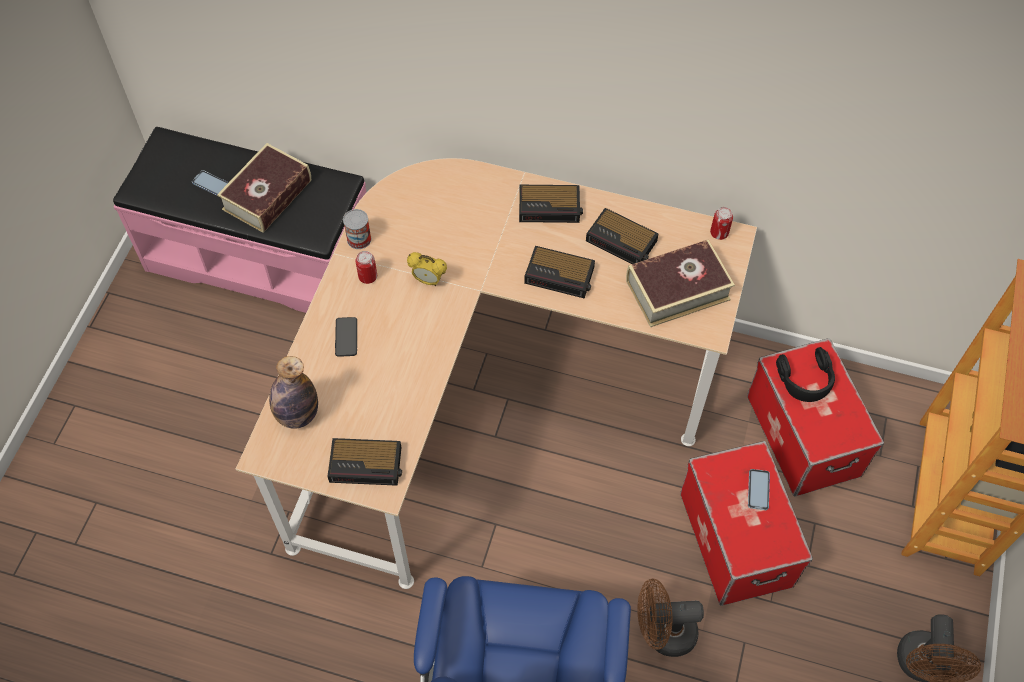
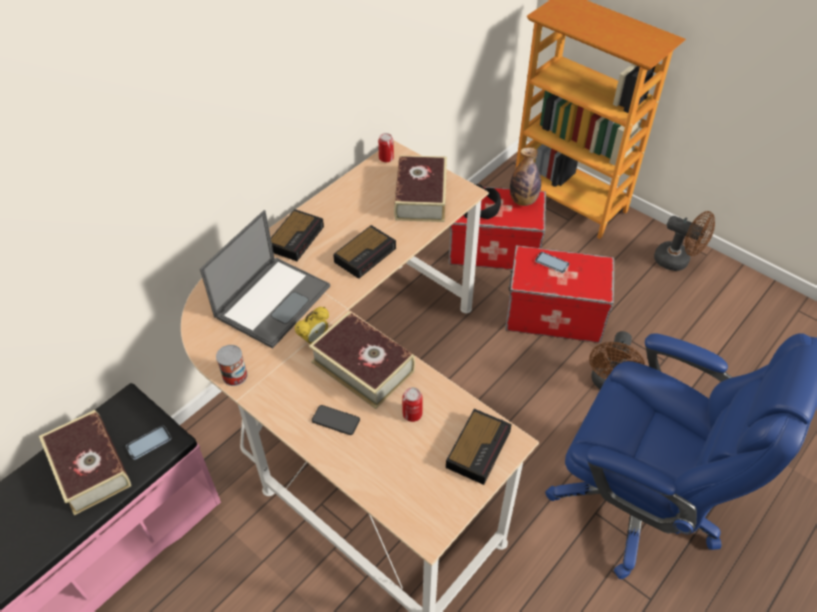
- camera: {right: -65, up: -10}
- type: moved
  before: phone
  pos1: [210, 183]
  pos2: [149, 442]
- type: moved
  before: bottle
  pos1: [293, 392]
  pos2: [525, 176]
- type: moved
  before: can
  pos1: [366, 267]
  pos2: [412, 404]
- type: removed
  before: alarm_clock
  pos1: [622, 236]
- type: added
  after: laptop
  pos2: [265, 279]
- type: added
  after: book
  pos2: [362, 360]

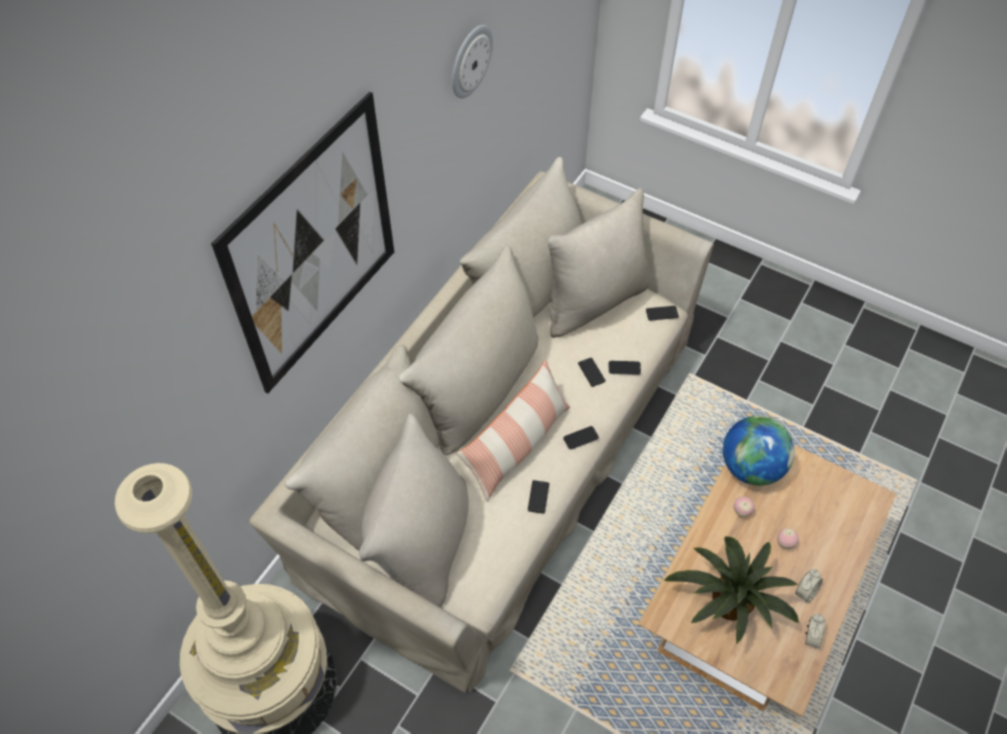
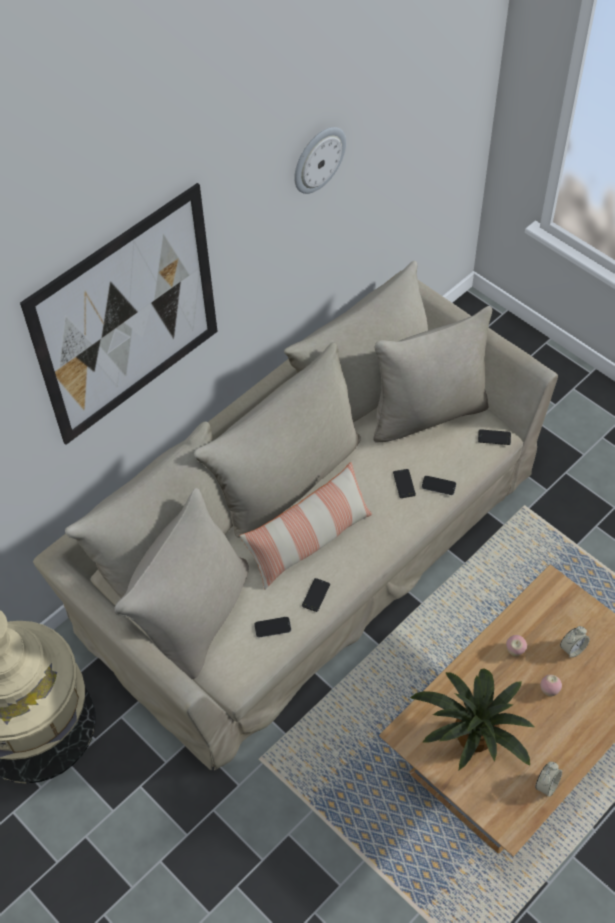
- camera: {right: 15, up: 0}
- type: moved
  before: phone
  pos1: [581, 438]
  pos2: [272, 627]
- type: removed
  before: globe
  pos1: [759, 451]
- type: moved
  before: alarm_clock
  pos1: [809, 586]
  pos2: [575, 642]

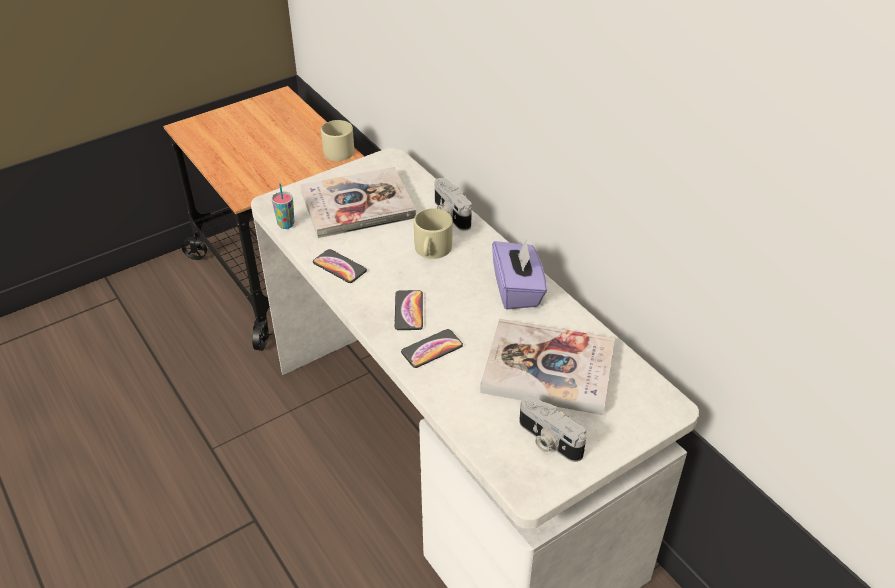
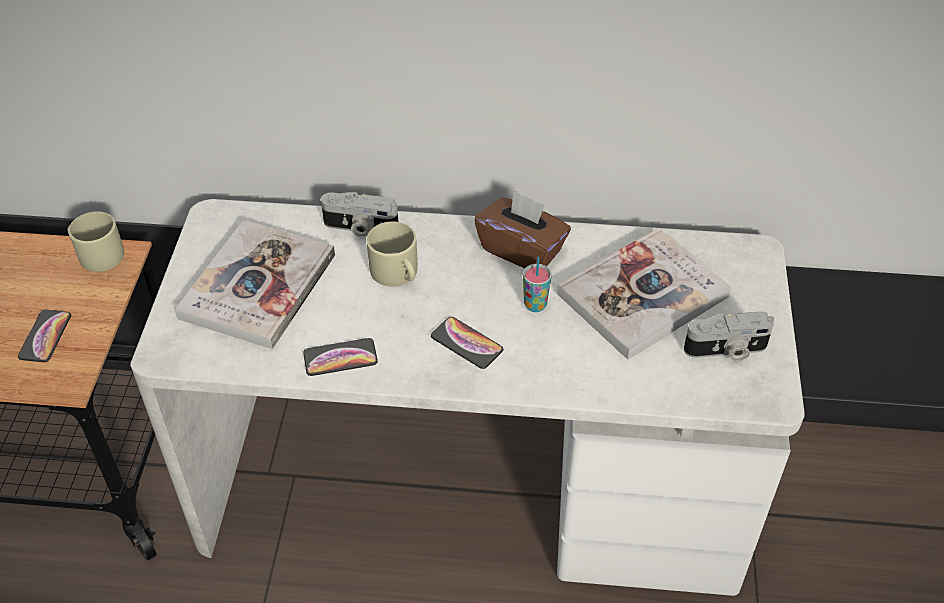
- camera: {right: -50, up: 5}
- type: moved
  before: cup
  pos1: [283, 206]
  pos2: [537, 284]
- type: moved
  before: phone
  pos1: [432, 348]
  pos2: [44, 336]
- type: recoloured
  before: purple_tissue_box
  after: brown_tissue_box
  pos1: [519, 274]
  pos2: [522, 229]

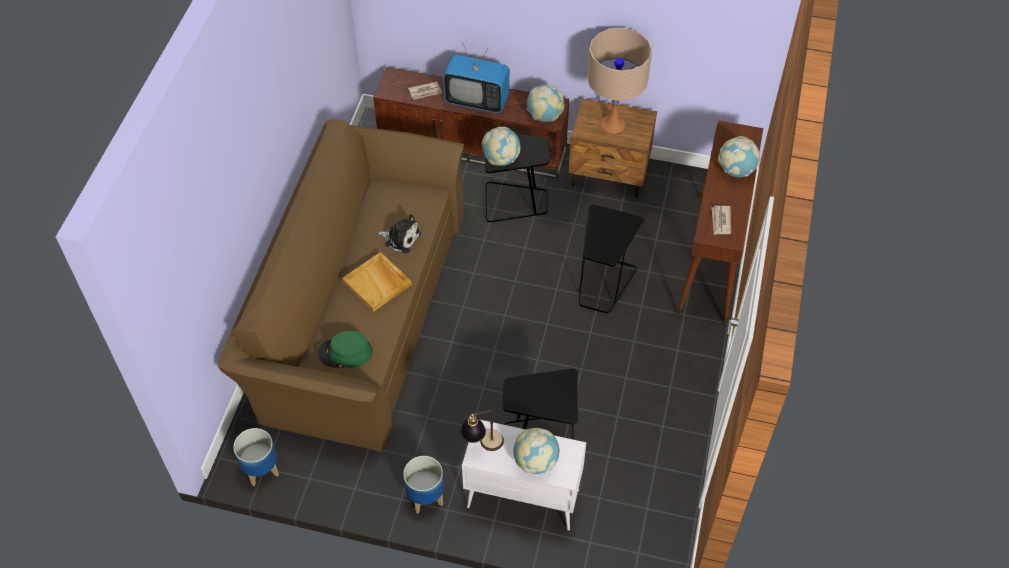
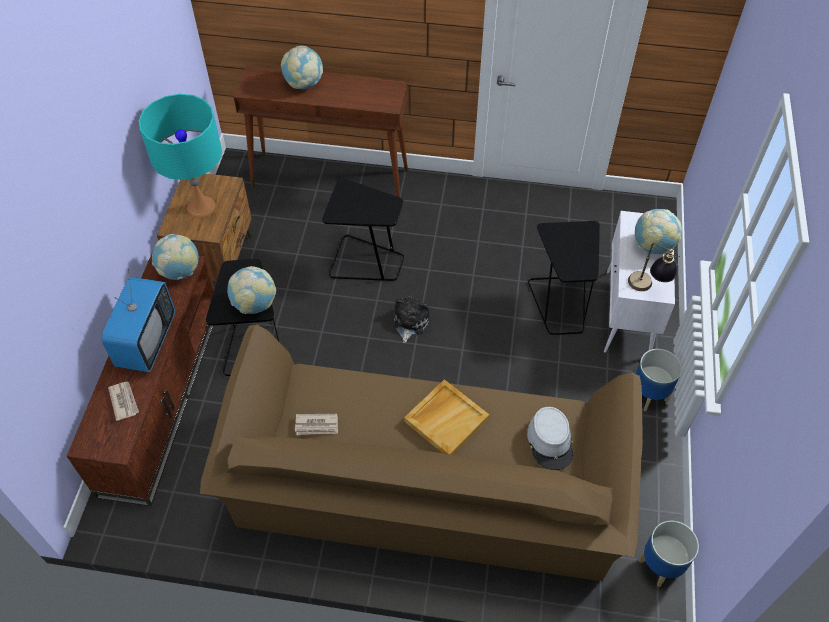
- camera: {right: -95, up: 0}
- type: recoloured
  before: green_hat
  after: grey_hat
  pos1: [345, 349]
  pos2: [550, 438]
- type: moved
  before: plush_toy
  pos1: [399, 233]
  pos2: [411, 320]
- type: recoloured
  before: beige_table_lamp
  after: turquoise_table_lamp
  pos1: [619, 80]
  pos2: [180, 155]
- type: moved
  before: newspaper
  pos1: [721, 220]
  pos2: [316, 424]

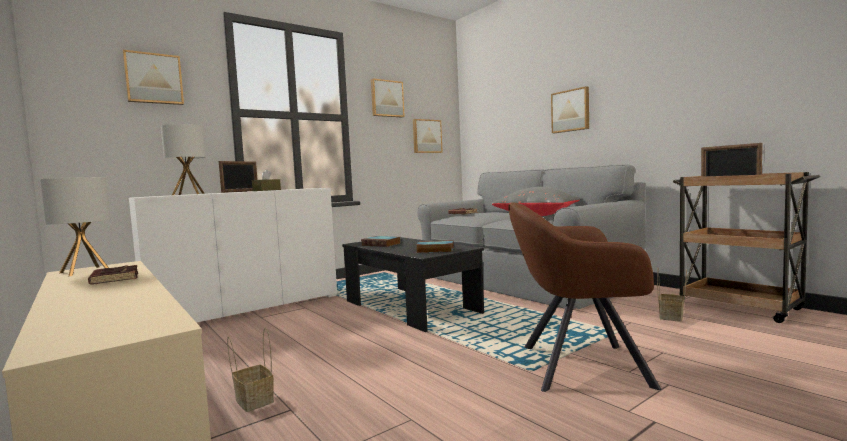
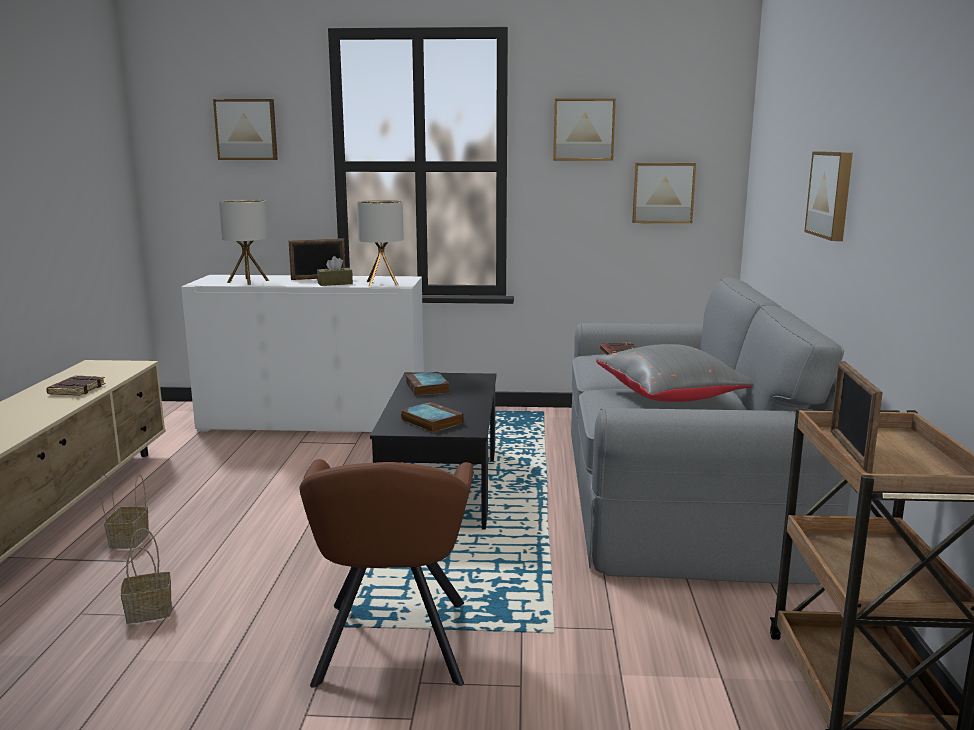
- camera: {right: 40, up: 10}
- type: moved
  before: table_lamp
  pos1: [75, 226]
  pos2: [380, 243]
- type: turned
  before: brown_armchair
  pos1: [584, 297]
  pos2: [386, 573]
  turn: -135
- type: moved
  before: basket
  pos1: [672, 295]
  pos2: [146, 576]

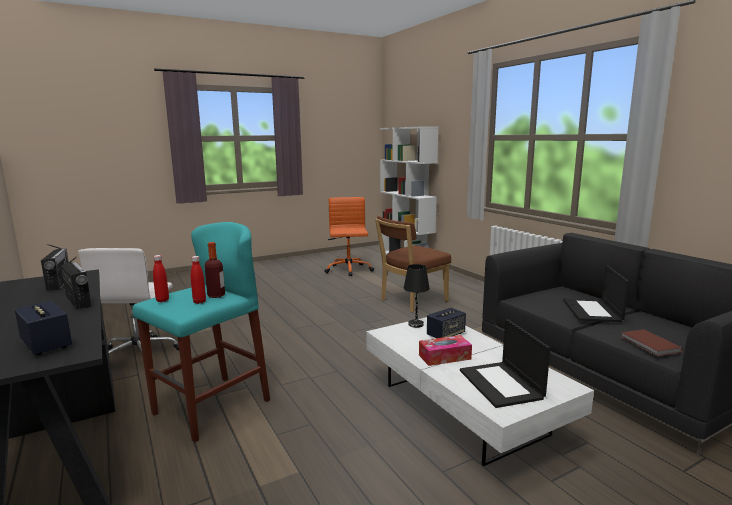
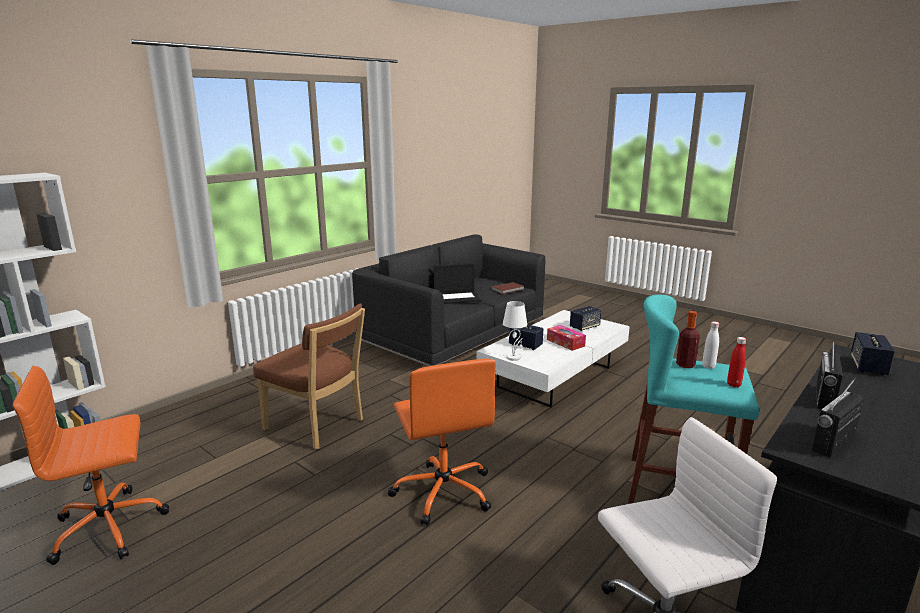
- camera: {right: -110, up: 5}
- type: recoloured
  before: red_bottle
  after: white_bottle
  pos1: [198, 280]
  pos2: [710, 345]
- type: recoloured
  before: black_table_lamp
  after: white_table_lamp
  pos1: [417, 296]
  pos2: [515, 331]
- type: replaced
  before: laptop
  after: speaker
  pos1: [505, 363]
  pos2: [585, 318]
- type: added
  after: orange_office_chair
  pos2: [442, 442]

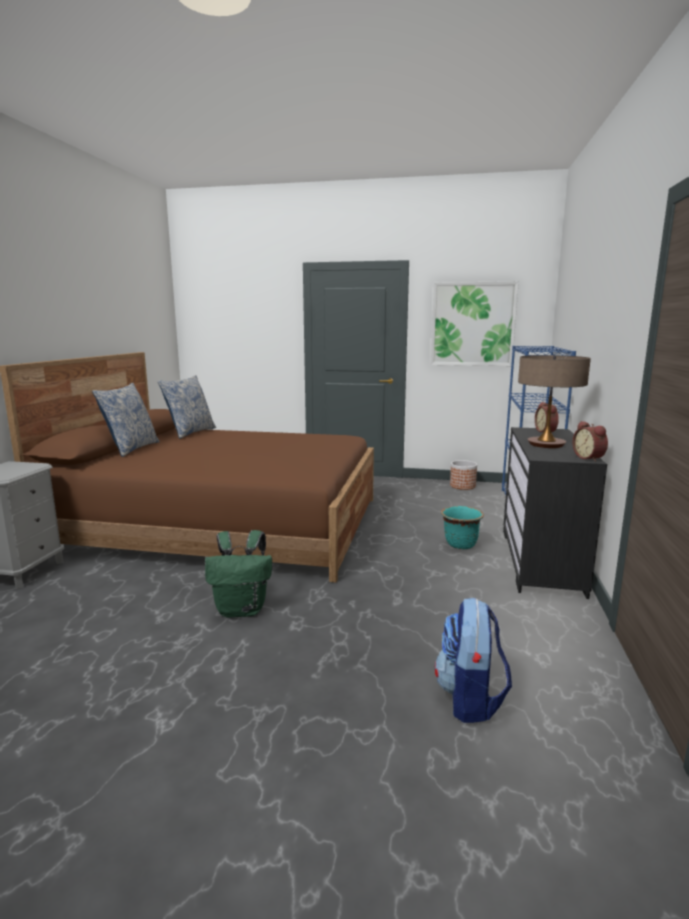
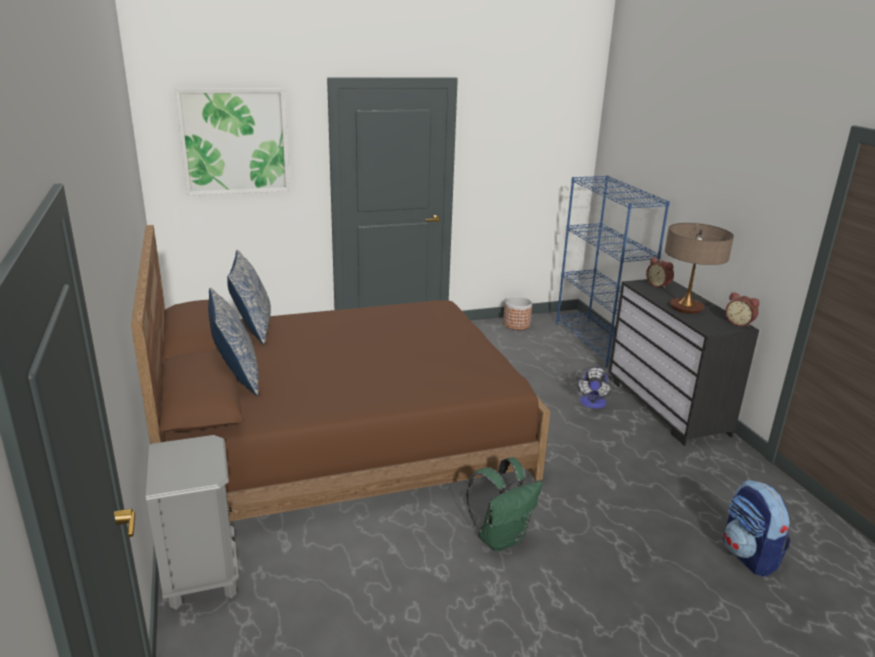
- camera: {right: -30, up: 10}
- type: moved
  before: picture
  pos1: [475, 323]
  pos2: [232, 142]
- type: replaced
  before: turquoise_planter
  after: fan
  pos1: [462, 527]
  pos2: [595, 387]

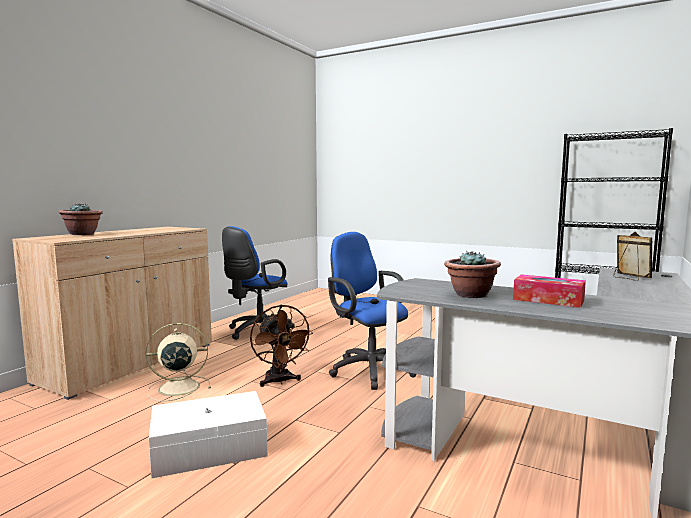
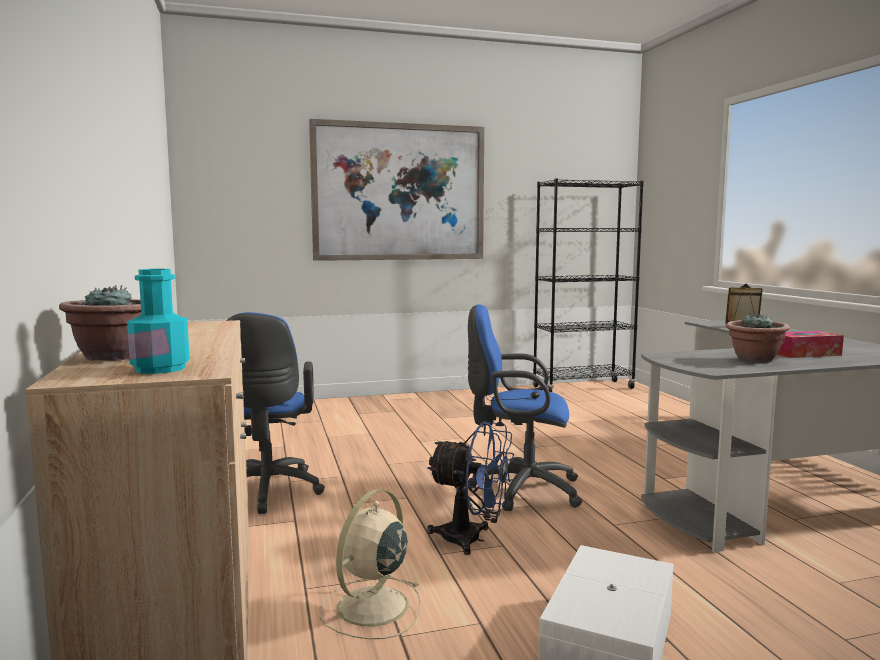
- camera: {right: -45, up: 0}
- type: recoloured
  before: brown_fan
  after: blue_fan
  pos1: [281, 346]
  pos2: [470, 488]
- type: added
  after: turquoise_bottle
  pos2: [158, 321]
- type: added
  after: picture
  pos2: [396, 190]

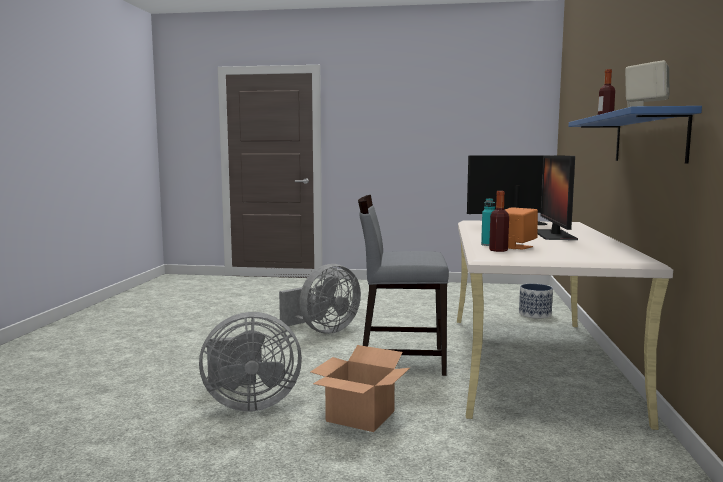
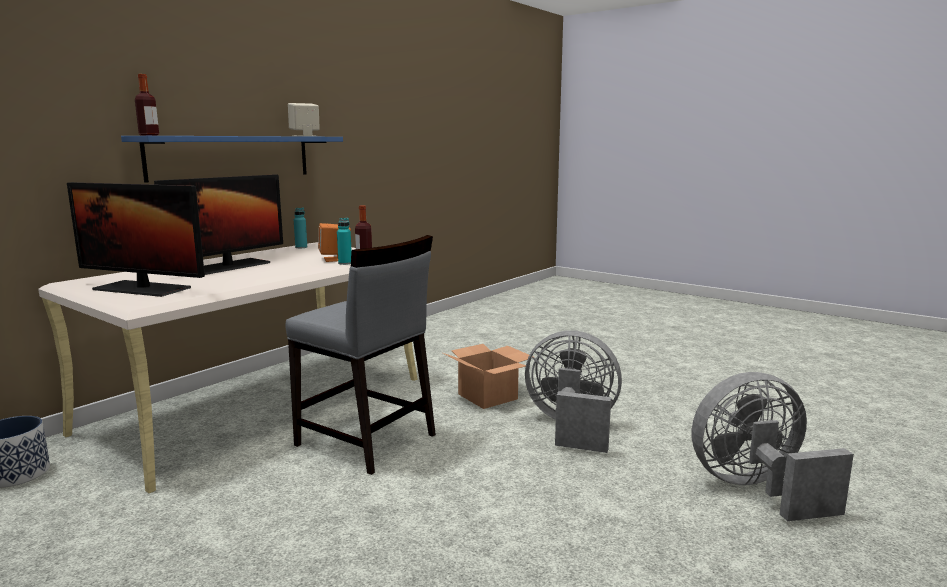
- camera: {right: -150, up: 5}
- type: moved
  before: grey_fan
  pos1: [320, 299]
  pos2: [773, 446]
- type: added
  after: turquoise_bottle
  pos2: [300, 228]

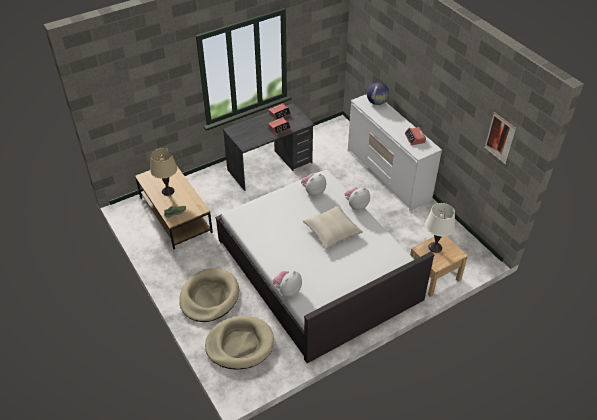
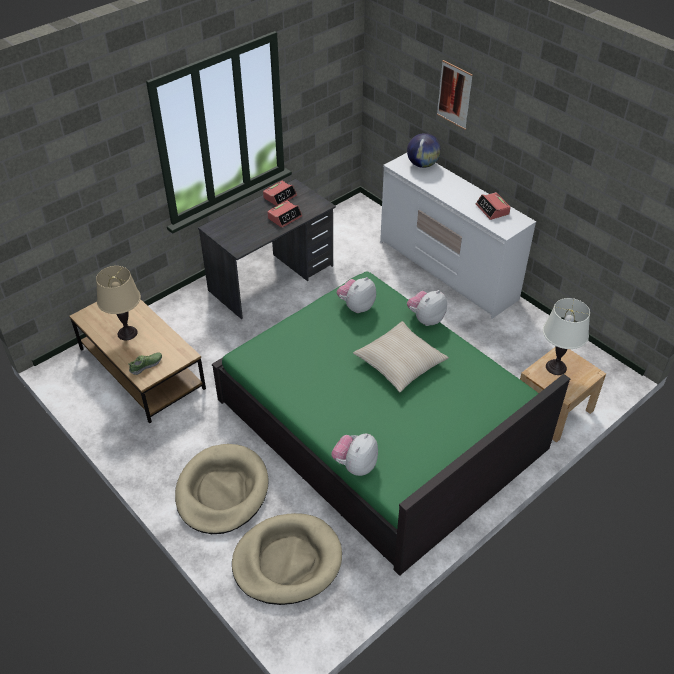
- camera: {right: -10, up: 0}
- type: recoloured
  before: white_bed
  after: green_bed
  pos1: [325, 266]
  pos2: [391, 423]
- type: moved
  before: picture
  pos1: [500, 138]
  pos2: [455, 95]

